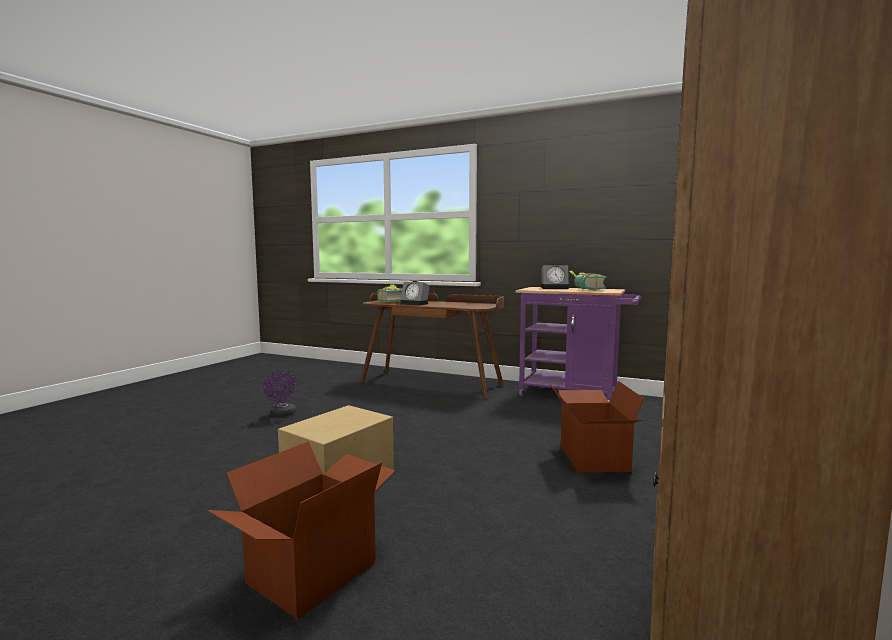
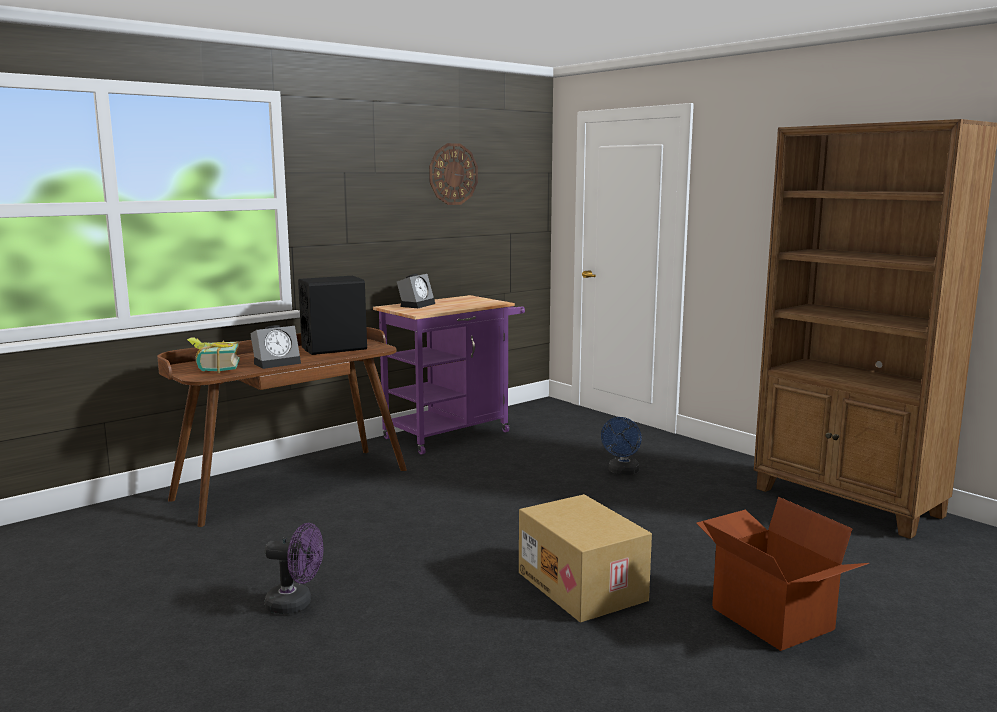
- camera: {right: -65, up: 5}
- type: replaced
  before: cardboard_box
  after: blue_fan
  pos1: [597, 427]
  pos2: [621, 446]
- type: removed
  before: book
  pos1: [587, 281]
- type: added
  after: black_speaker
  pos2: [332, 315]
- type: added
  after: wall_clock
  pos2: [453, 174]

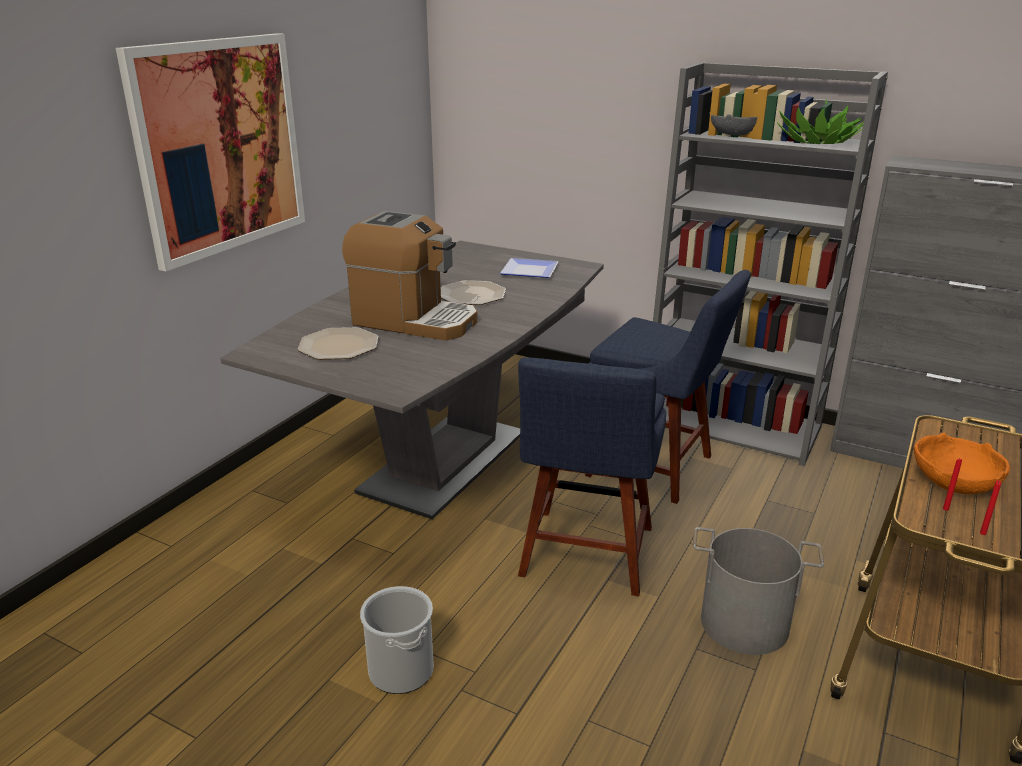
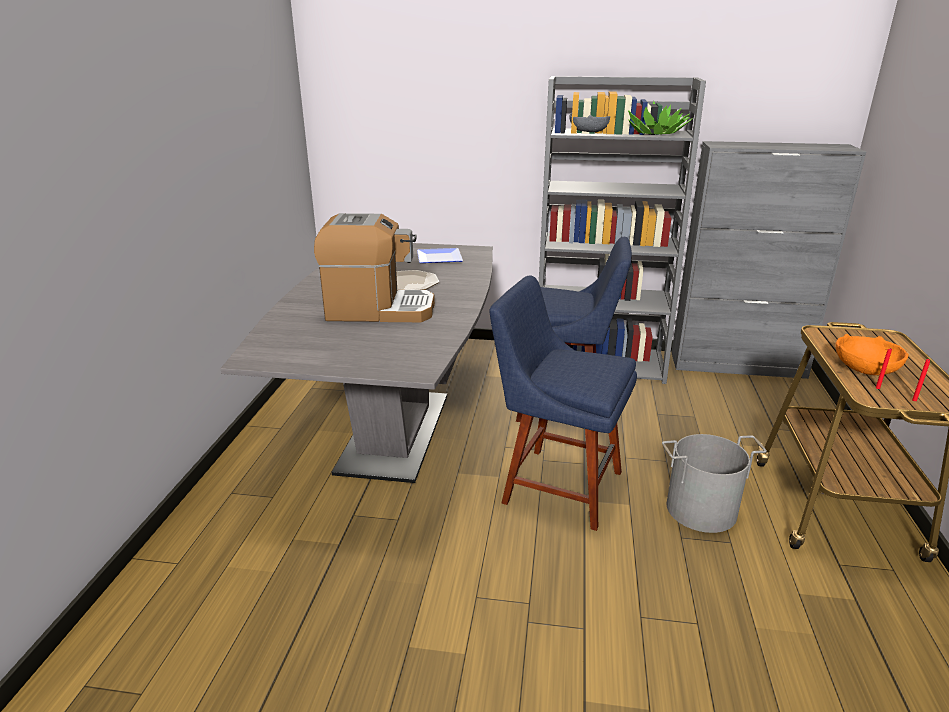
- camera: {right: -20, up: 0}
- type: removed
  before: picture
  pos1: [210, 152]
- type: removed
  before: plate
  pos1: [337, 343]
- type: removed
  before: bucket
  pos1: [397, 640]
- type: turned
  before: blue_chair
  pos1: [592, 476]
  pos2: [563, 403]
  turn: 120

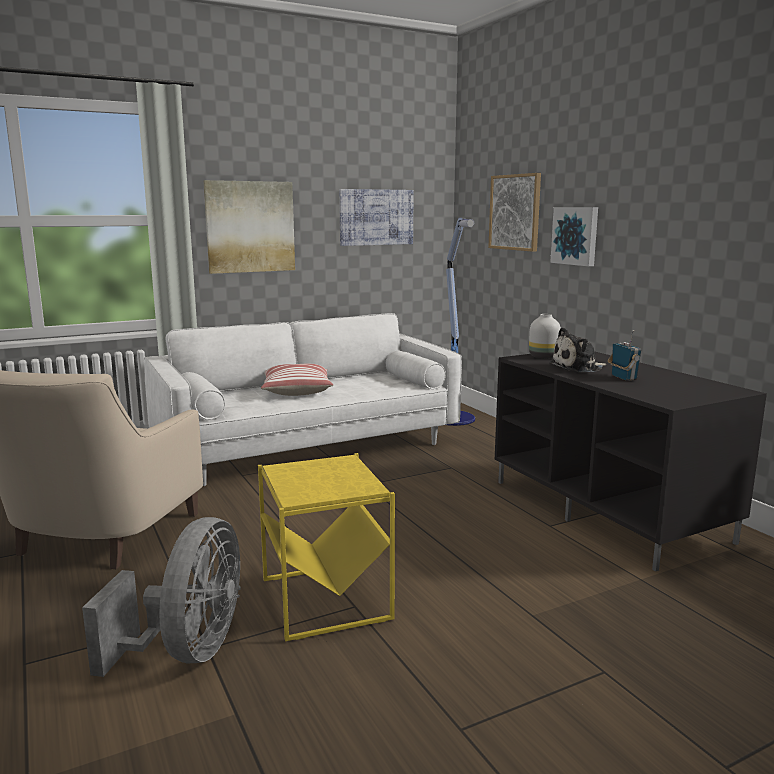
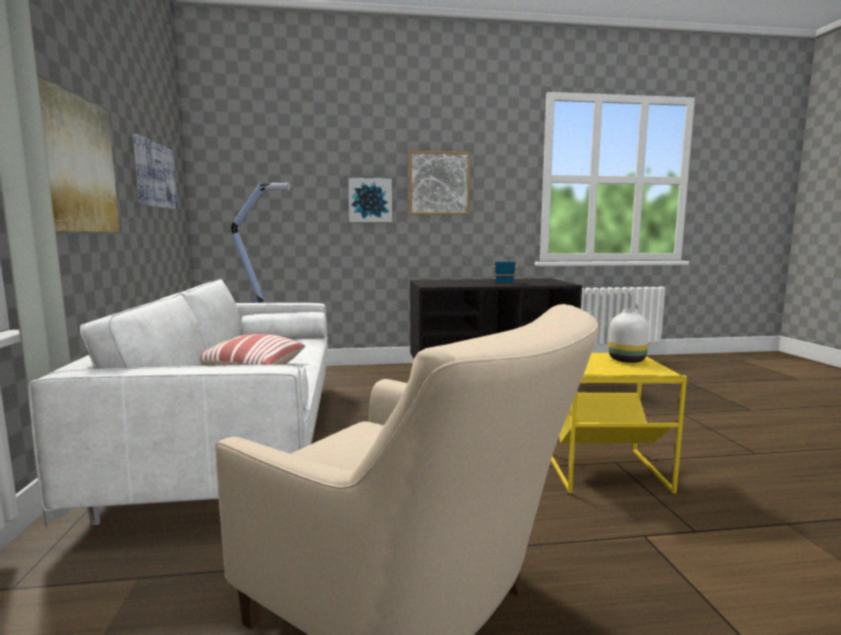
- camera: {right: -70, up: -5}
- type: removed
  before: grey_fan
  pos1: [161, 597]
- type: moved
  before: picture
  pos1: [514, 212]
  pos2: [440, 183]
- type: moved
  before: white_vase
  pos1: [545, 336]
  pos2: [629, 336]
- type: removed
  before: plush_toy
  pos1: [578, 349]

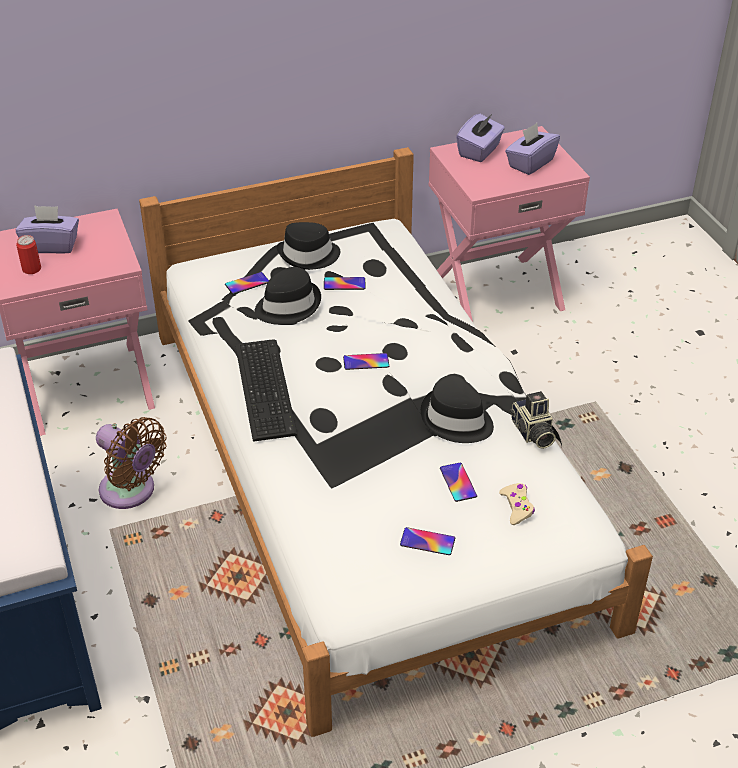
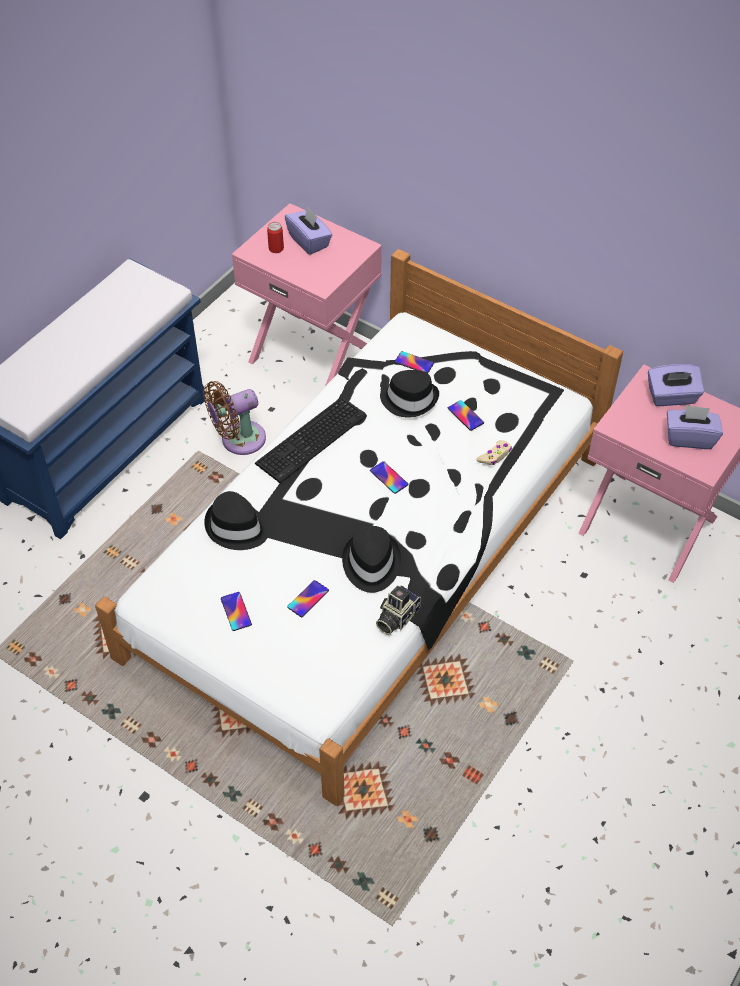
- camera: {right: 55, up: 10}
- type: turned
  before: brown_fan
  pos1: [131, 463]
  pos2: [234, 418]
  turn: 60
- type: moved
  before: black_hat
  pos1: [308, 246]
  pos2: [236, 520]
- type: moved
  before: beige_game_controller
  pos1: [517, 504]
  pos2: [494, 452]

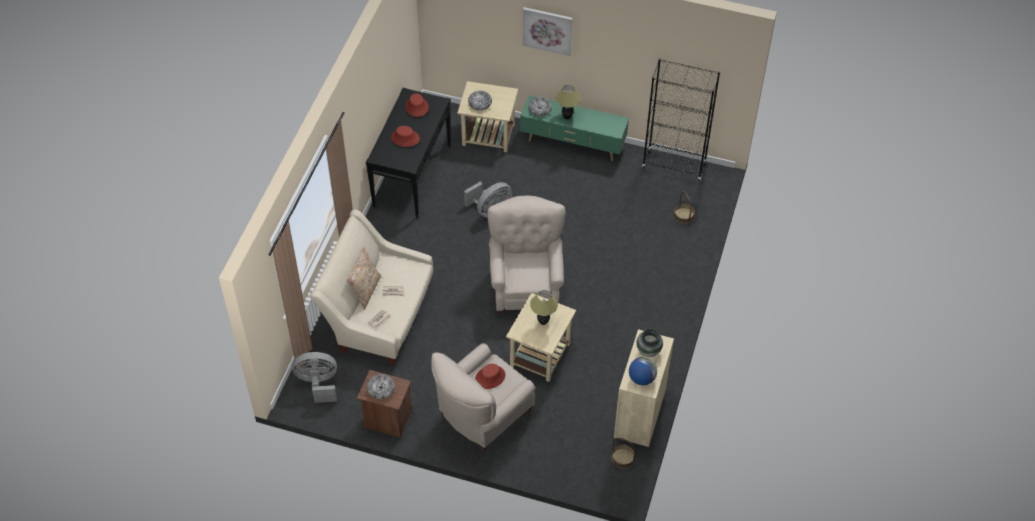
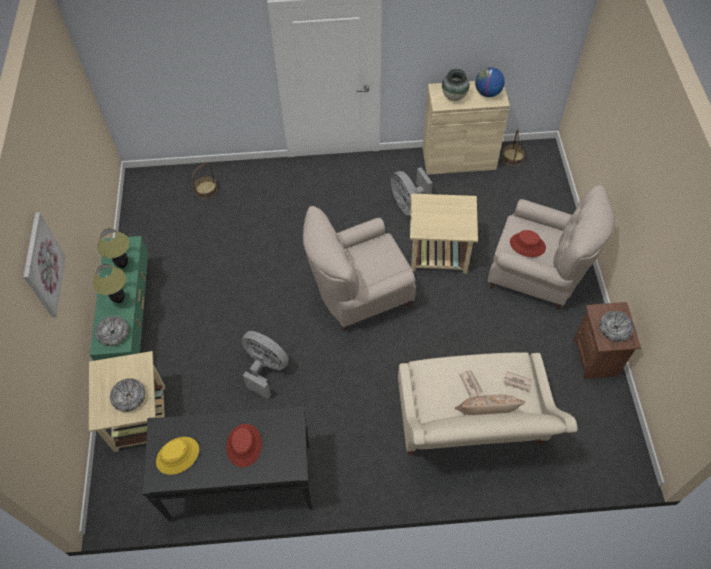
- camera: {right: -110, up: 5}
- type: moved
  before: grey_fan
  pos1: [314, 377]
  pos2: [411, 191]
- type: recoloured
  before: red_hat
  after: yellow_hat
  pos1: [417, 105]
  pos2: [177, 456]
- type: moved
  before: table_lamp
  pos1: [544, 307]
  pos2: [113, 248]
- type: removed
  before: black_bookcase
  pos1: [681, 120]

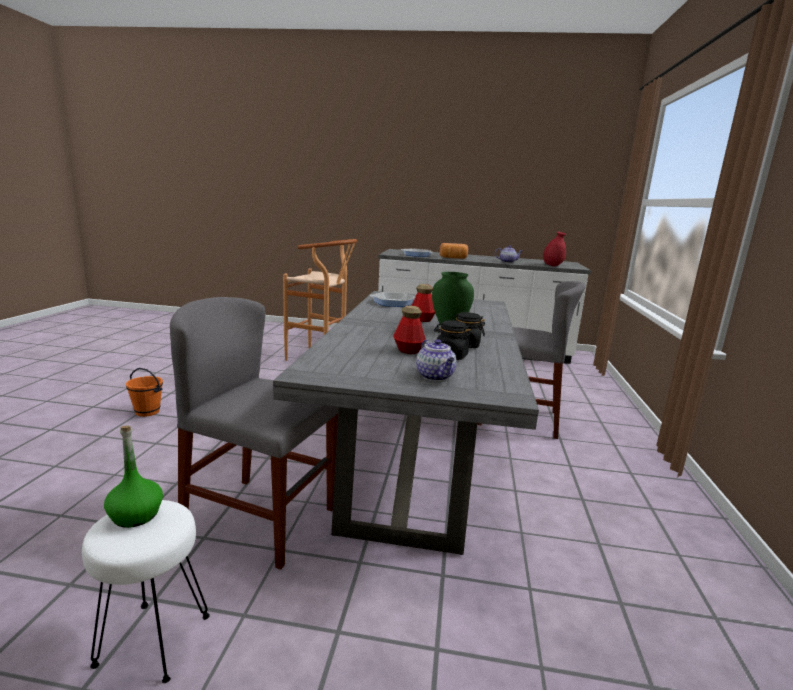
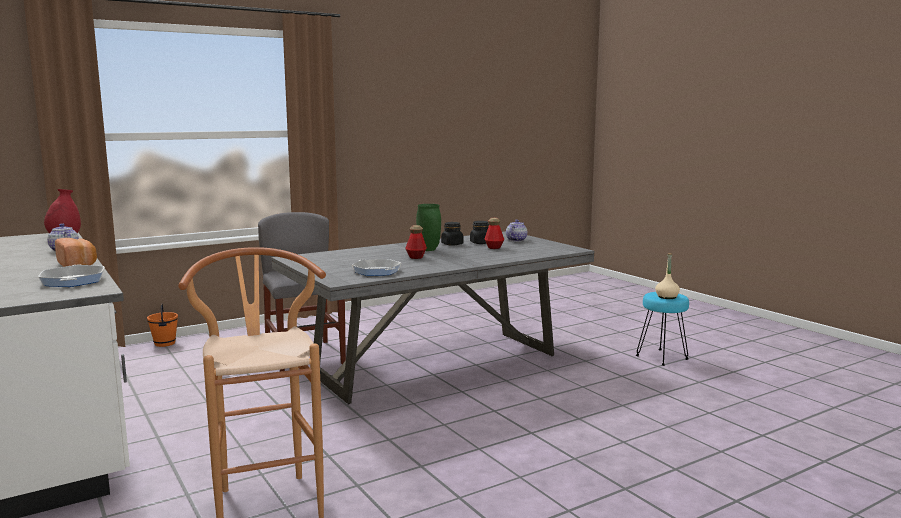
- camera: {right: -130, up: -5}
- type: recoloured
  before: white_stool
  after: turquoise_stool
  pos1: [146, 591]
  pos2: [662, 329]
- type: recoloured
  before: green_bottle
  after: beige_bottle
  pos1: [133, 477]
  pos2: [667, 276]
- type: moved
  before: orange_bucket
  pos1: [144, 392]
  pos2: [162, 325]
- type: removed
  before: grey_chair
  pos1: [254, 433]

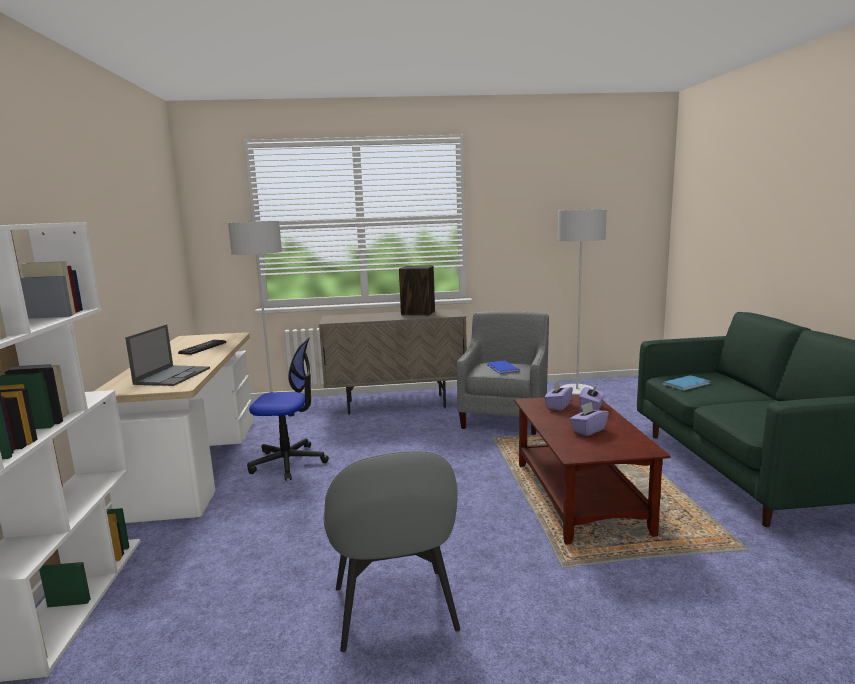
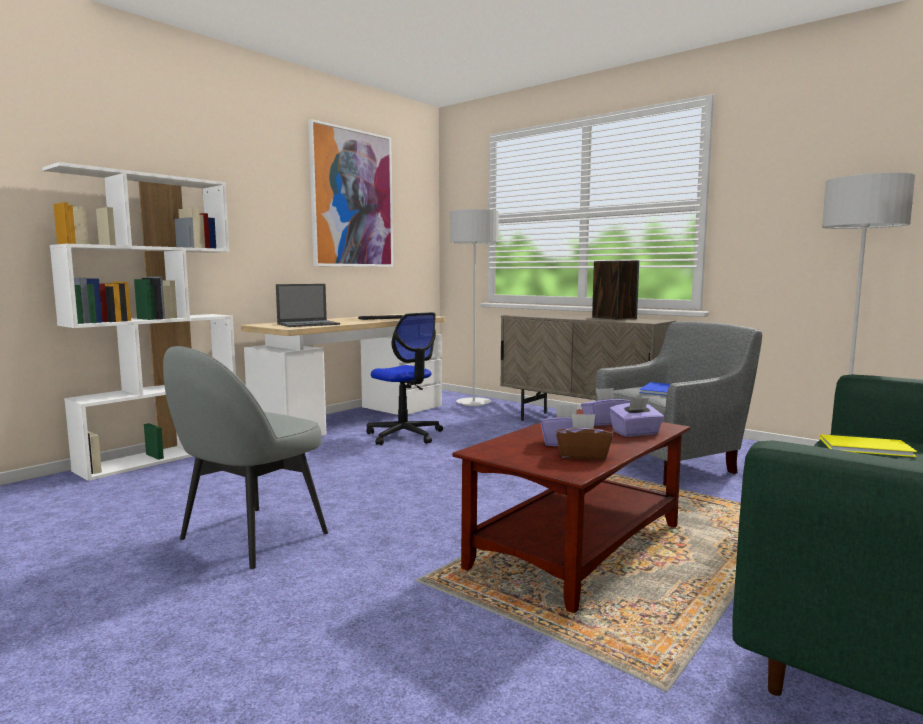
- camera: {right: 45, up: -5}
- type: recoloured
  before: blue_book
  after: yellow_book
  pos1: [686, 383]
  pos2: [868, 445]
- type: added
  after: picture
  pos2: [350, 193]
- type: added
  after: brown_tissue_box
  pos2: [584, 437]

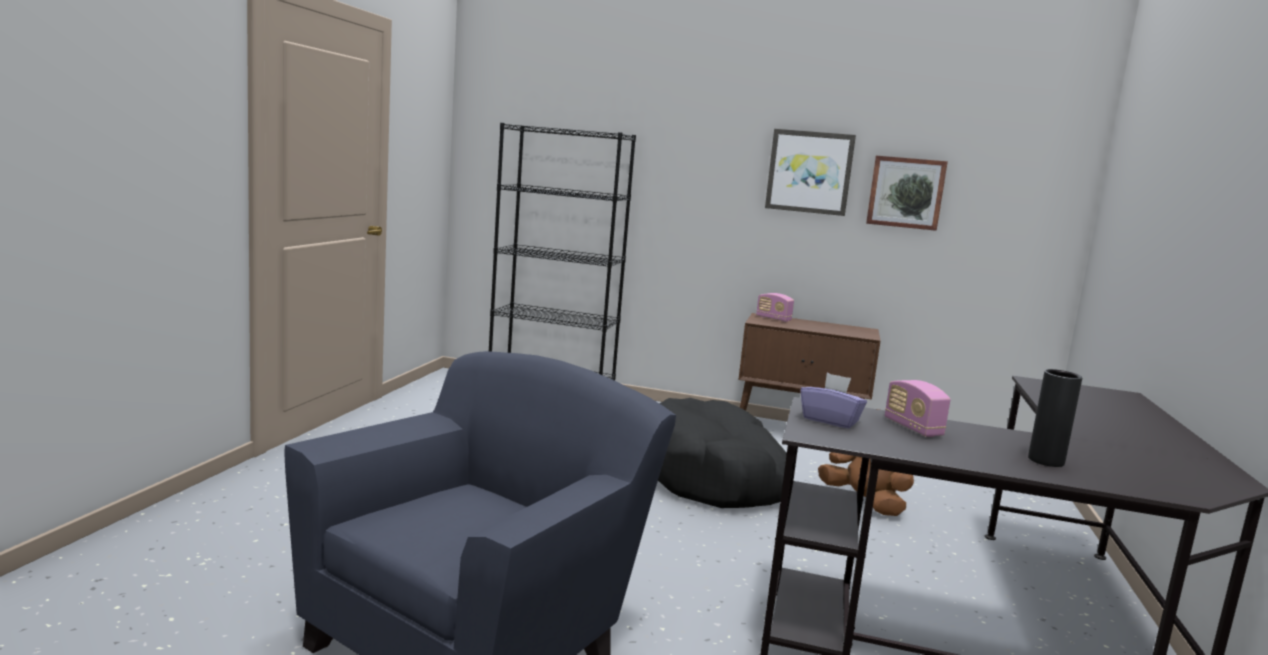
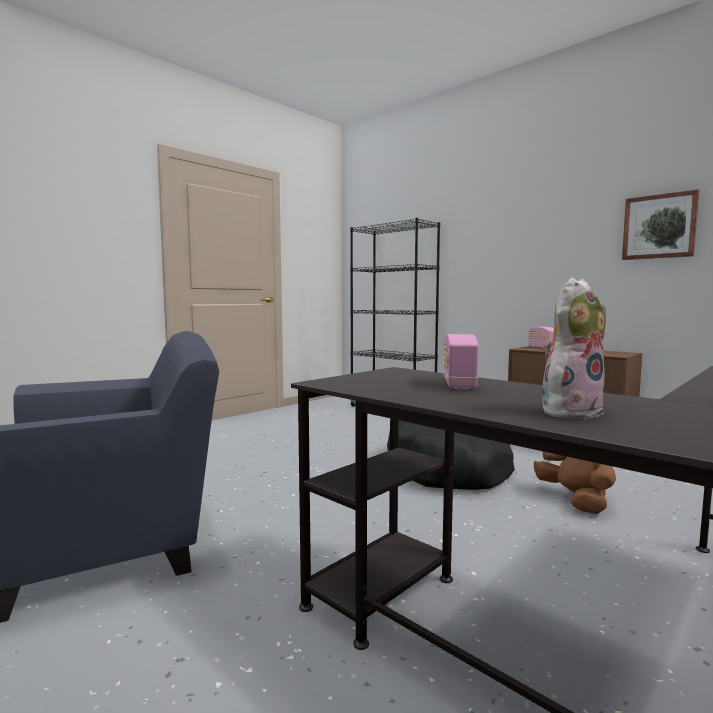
- camera: {right: 30, up: -5}
- type: removed
  before: picture
  pos1: [810, 172]
- type: removed
  before: purple_tissue_box
  pos1: [833, 401]
- type: replaced
  before: black_vase
  after: plush_toy
  pos1: [1055, 418]
  pos2: [574, 347]

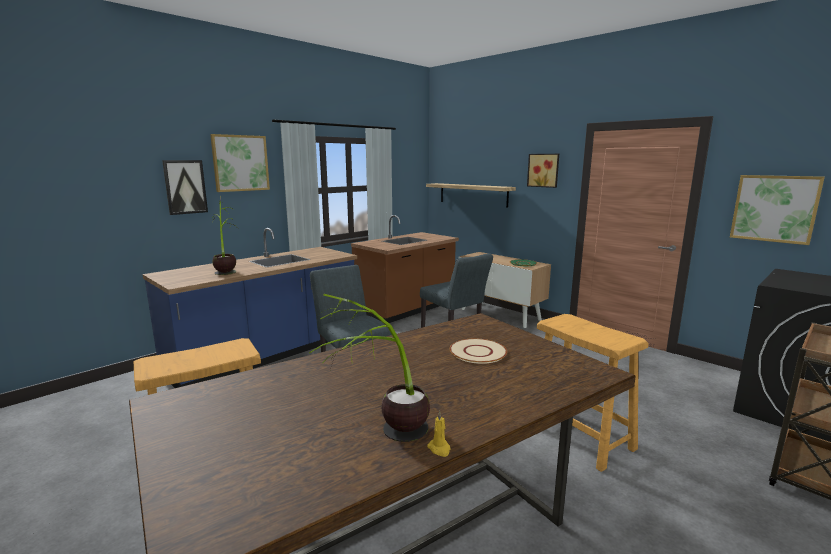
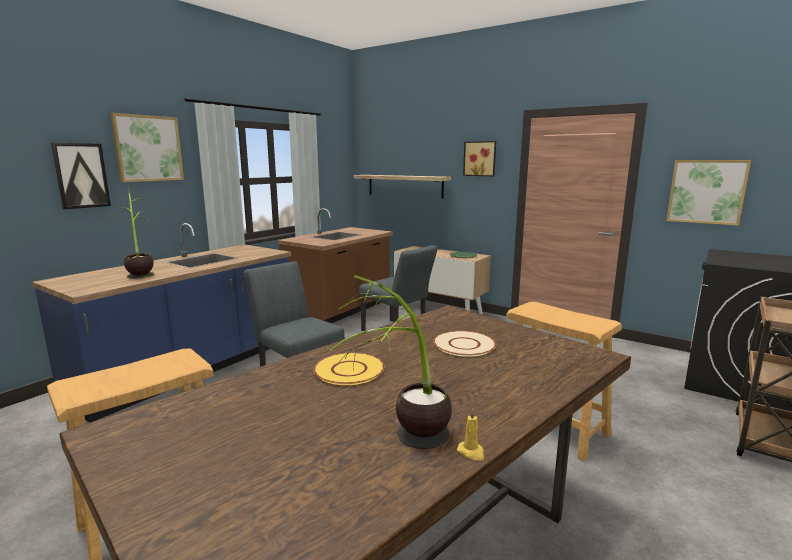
- camera: {right: -10, up: 0}
- type: added
  after: yellow_plate
  pos2: [349, 369]

